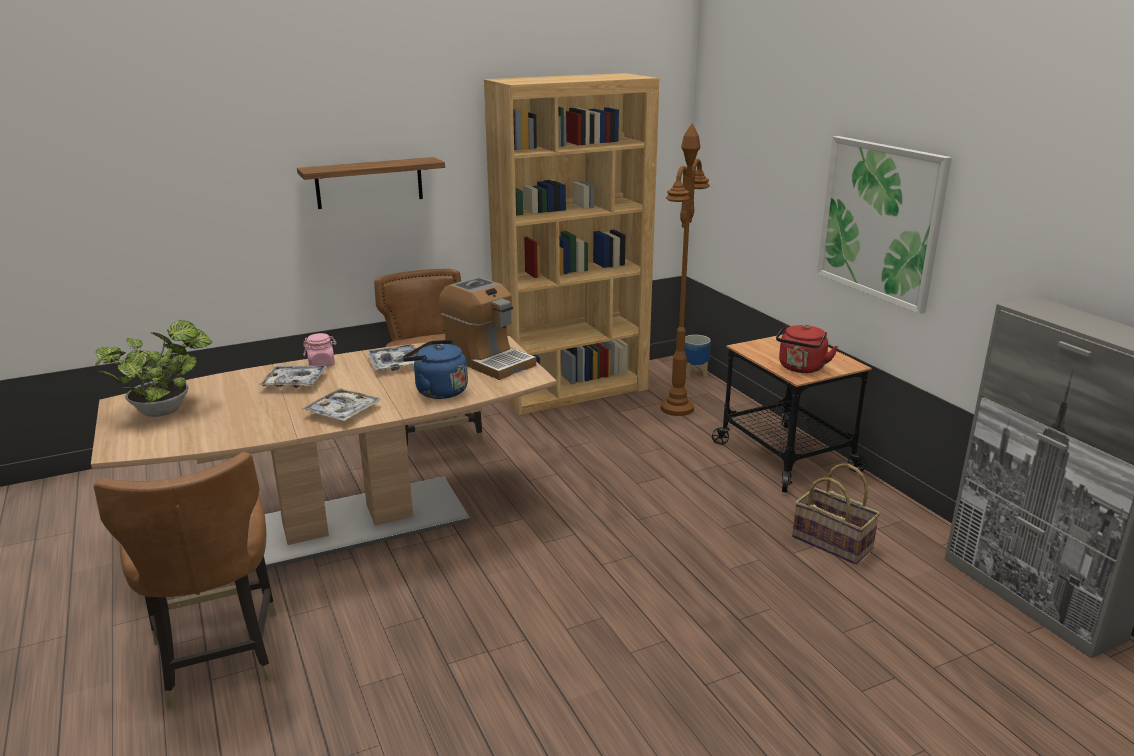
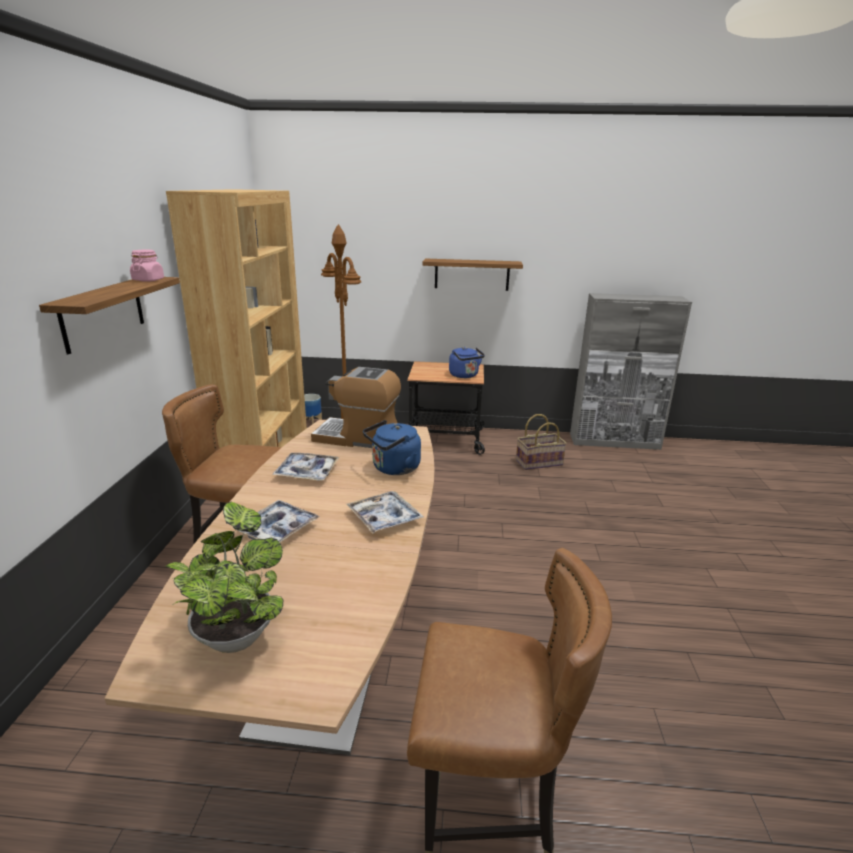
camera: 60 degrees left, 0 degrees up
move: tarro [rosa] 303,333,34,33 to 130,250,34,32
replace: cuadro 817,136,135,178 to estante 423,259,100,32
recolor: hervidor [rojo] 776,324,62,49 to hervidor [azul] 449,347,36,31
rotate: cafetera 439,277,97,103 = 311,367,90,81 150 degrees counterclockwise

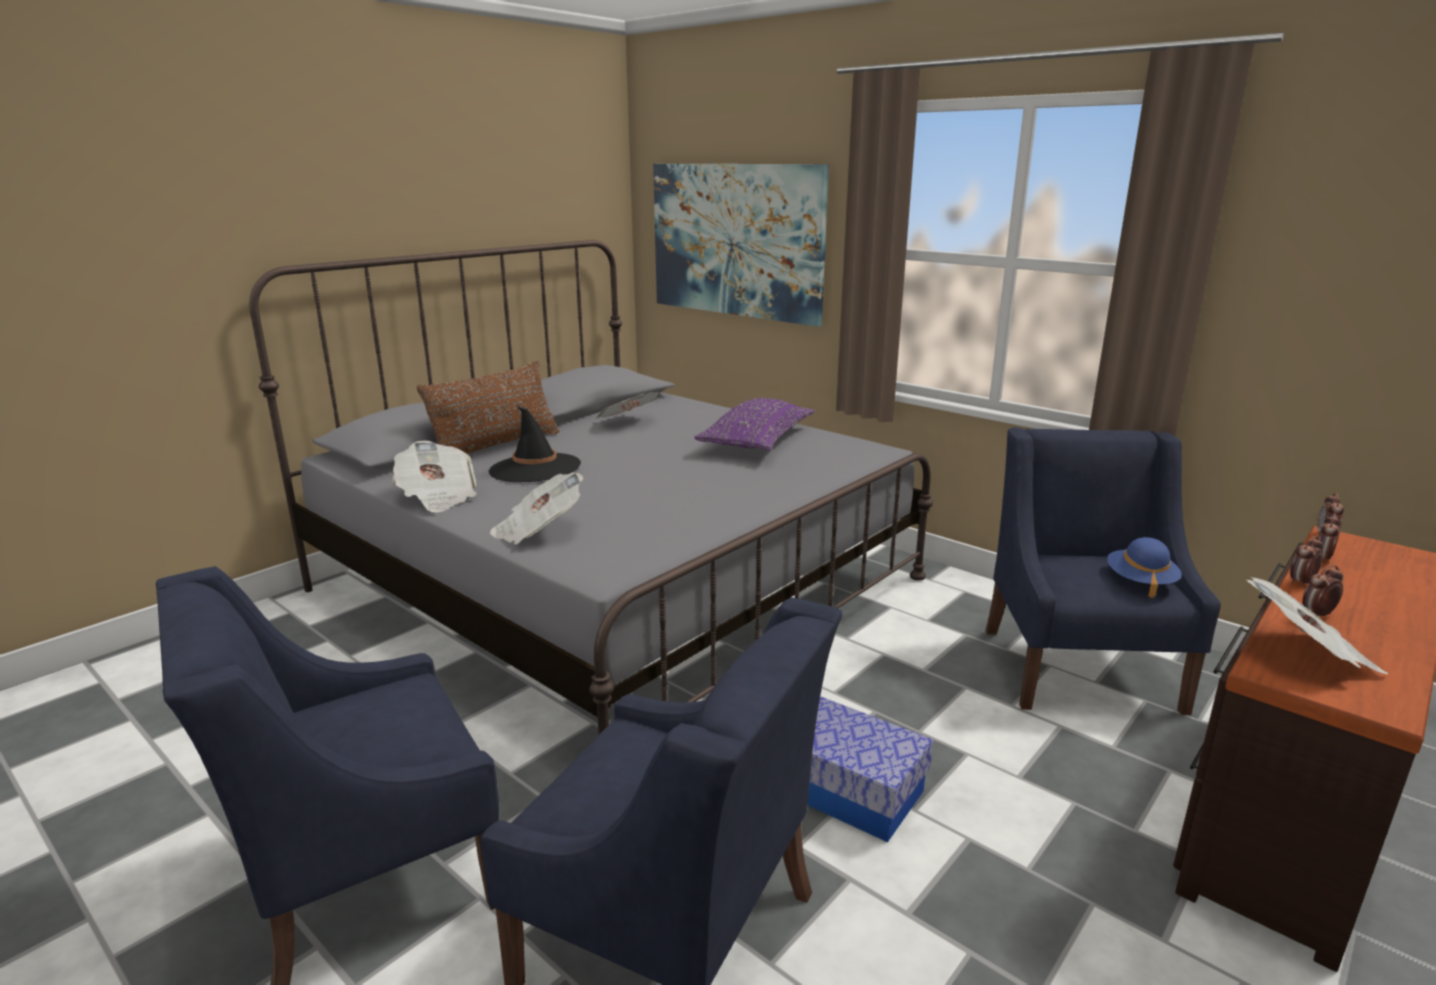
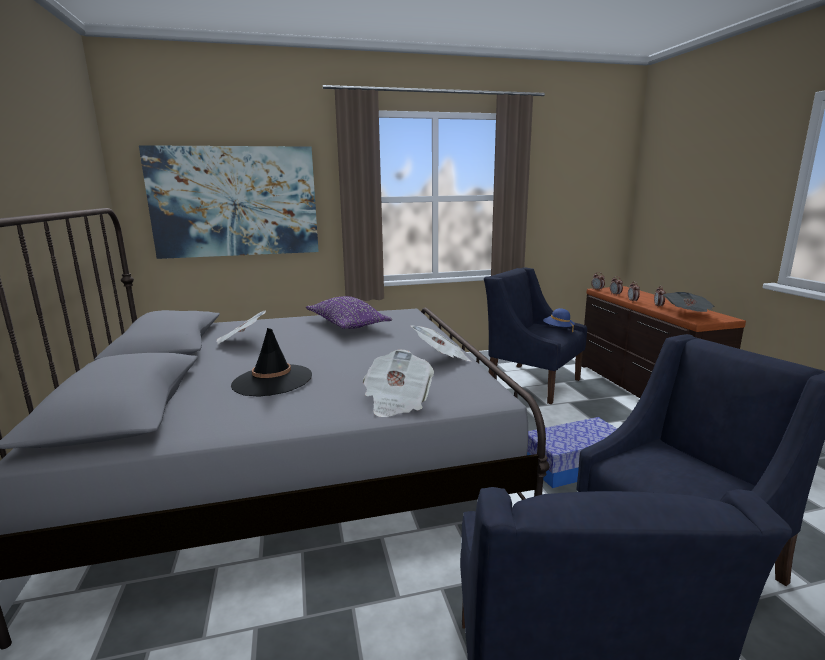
camera: 55 degrees left, 5 degrees down
delete: cojín [marrón] 417,360,143,94
move: periódico 392,441,85,72 to 411,325,59,36

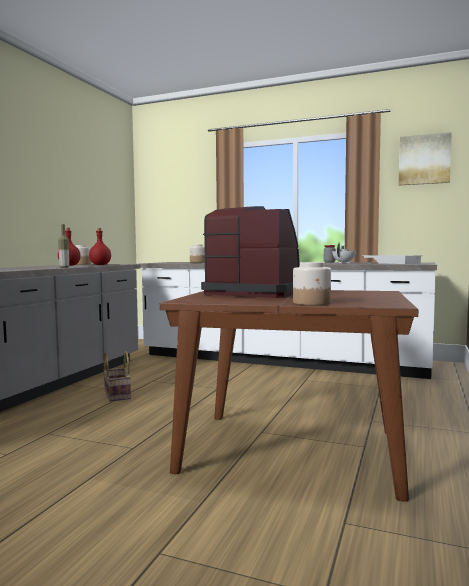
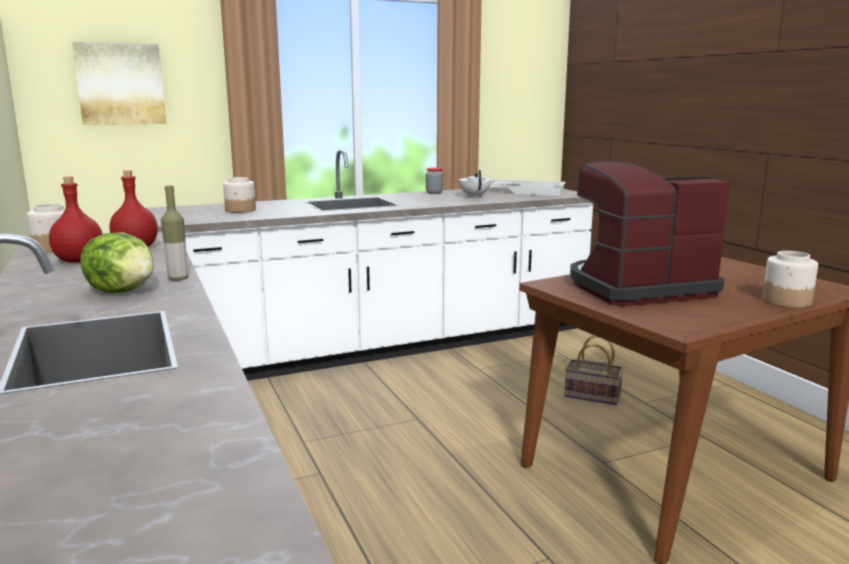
camera: 45 degrees left, 10 degrees up
insert: lechuga 81,232,73,61
move: cuadro 399,132,53,53 to 72,42,94,83; cesta 103,351,28,51 to 564,335,60,70

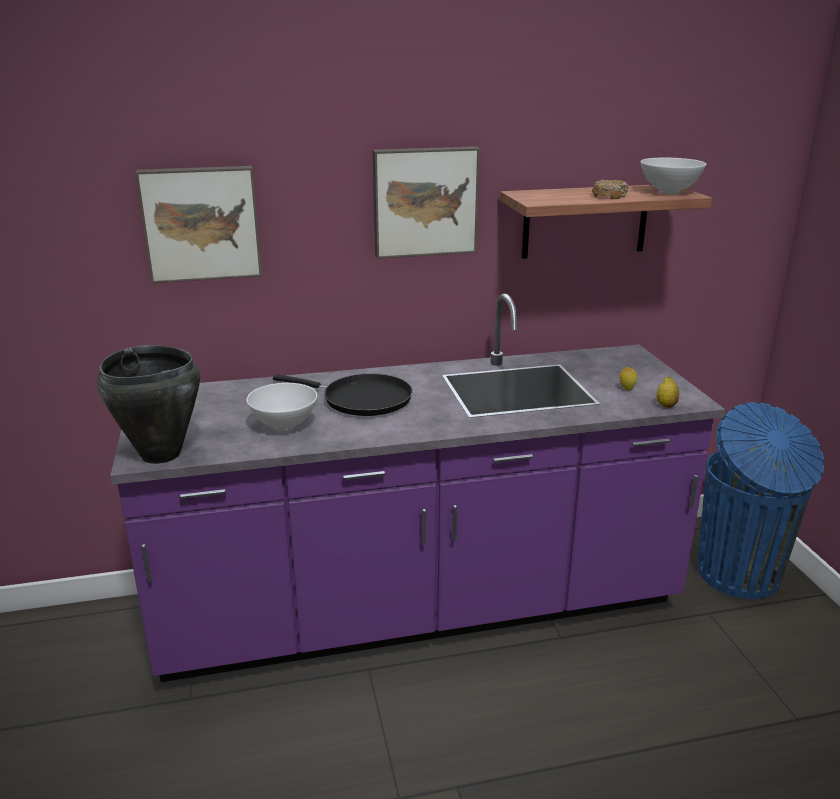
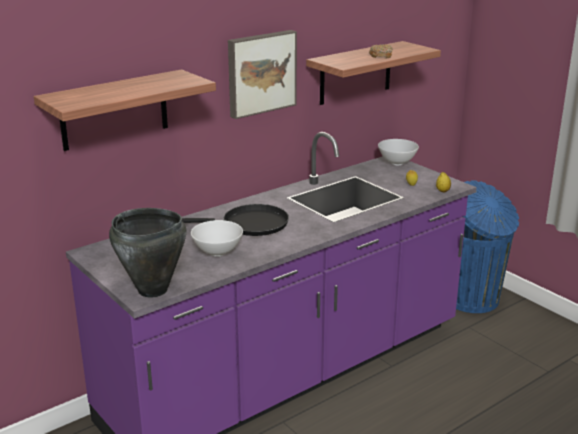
camera: 25 degrees left, 0 degrees up
move: cuenco [blanco] 640,158,66,36 to 378,139,41,26
replace: cuadro 135,166,127,117 to estante 34,69,182,82

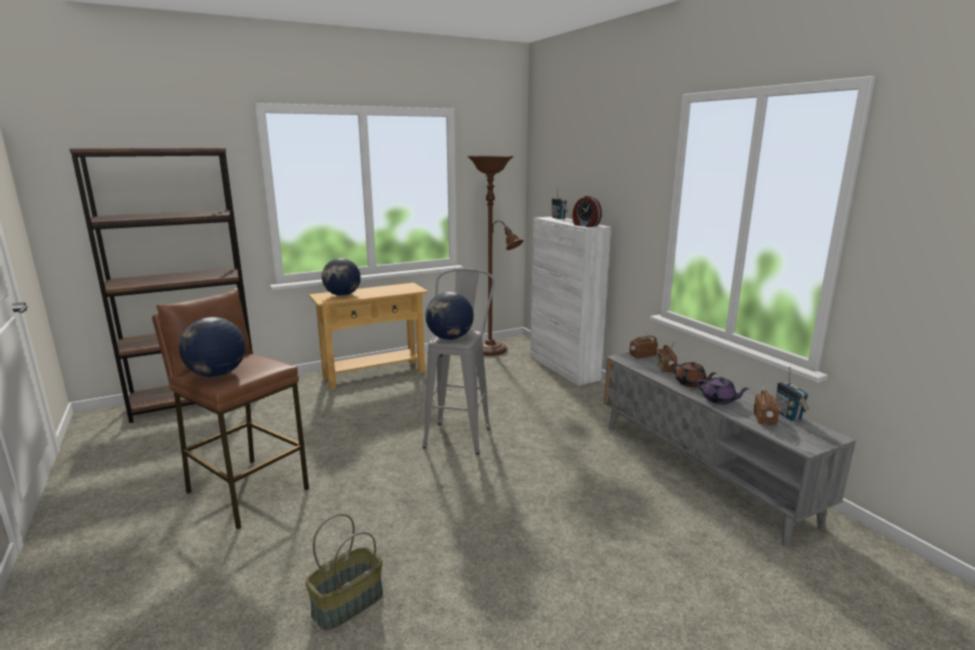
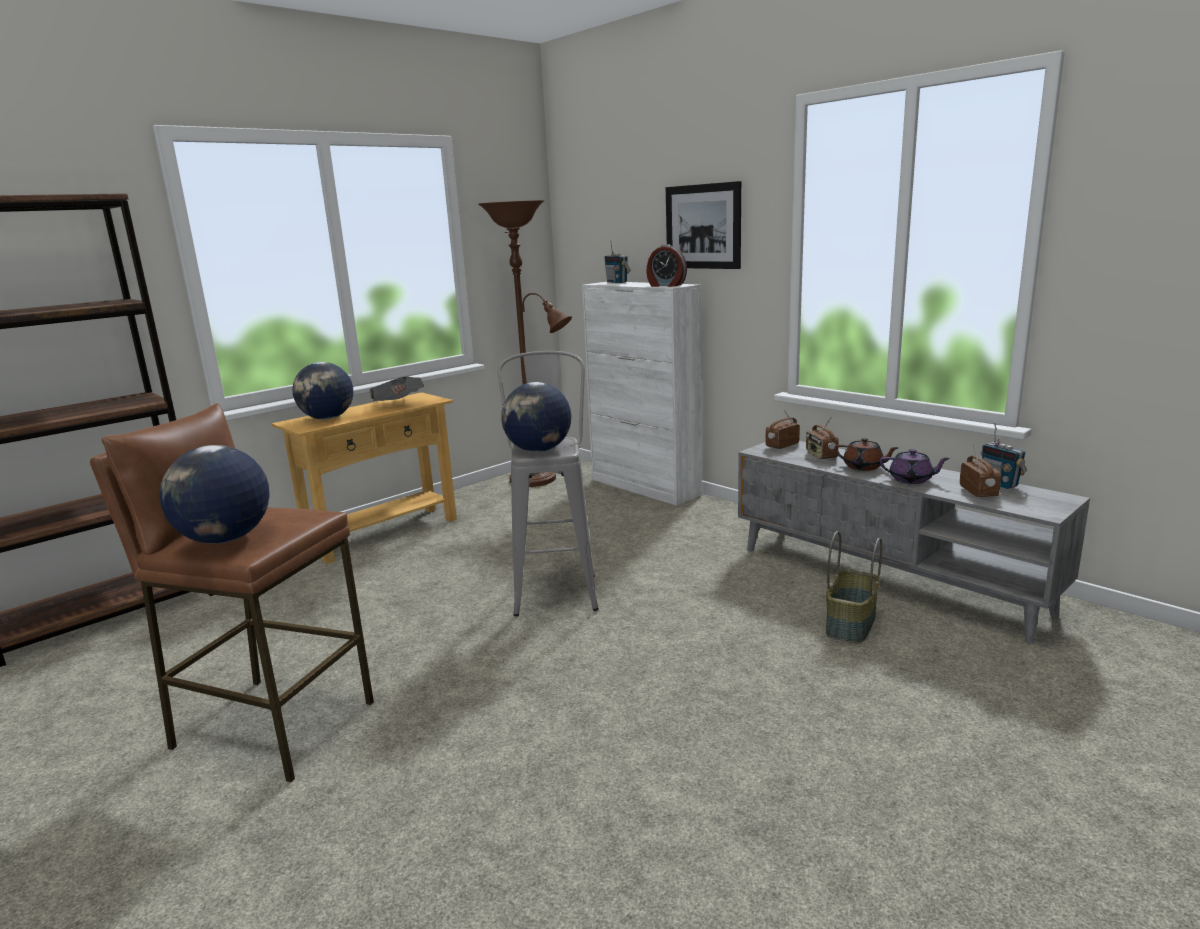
camera: 15 degrees left, 0 degrees up
insert: periódico 370,377,54,24; cuadro 666,181,75,88
move: cesta 305,514,78,117 to 826,531,56,112

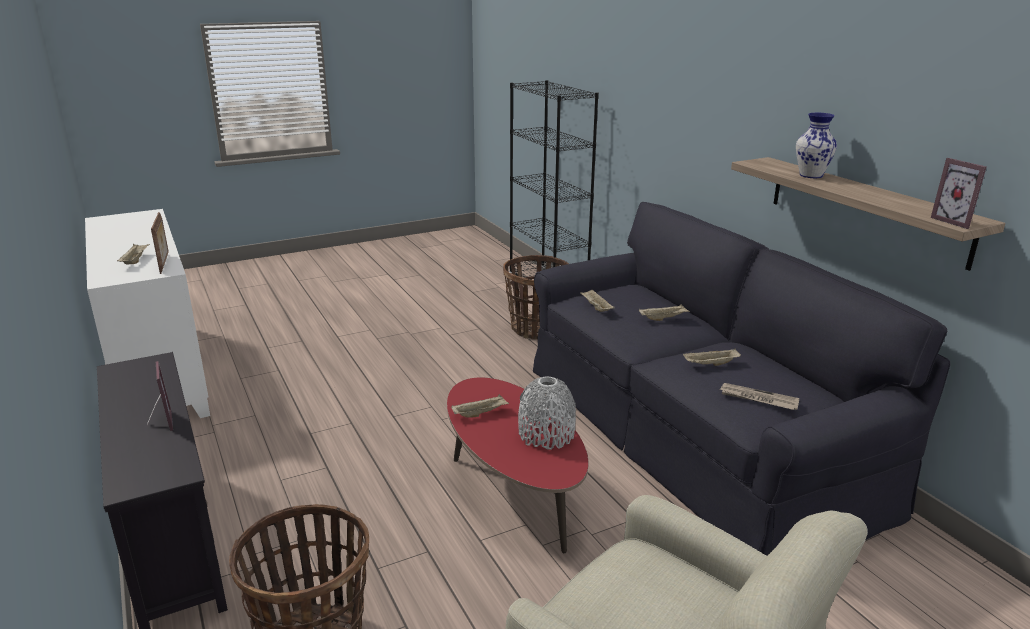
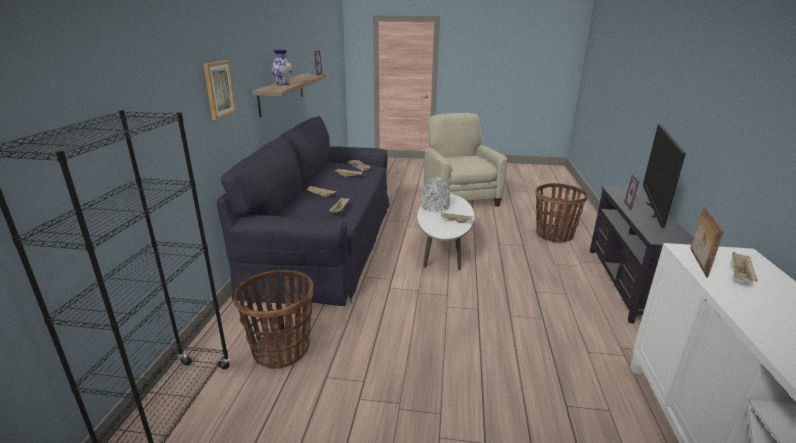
camera: 145 degrees left, 0 degrees up
insert: cuadro 203,60,33,60; televisor 643,124,43,104
recolor: mesa de centro [rojo] 447,377,141,176 to mesa de centro [blanco] 417,194,57,76

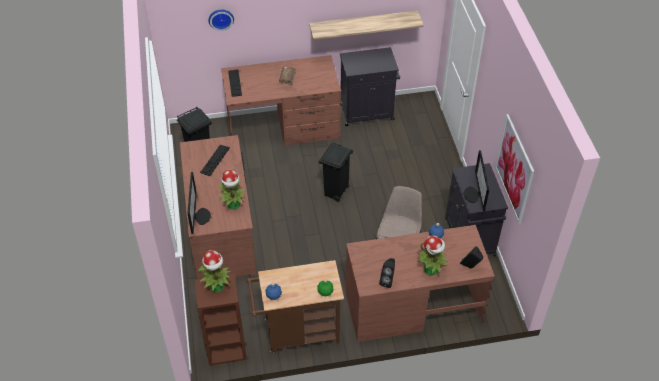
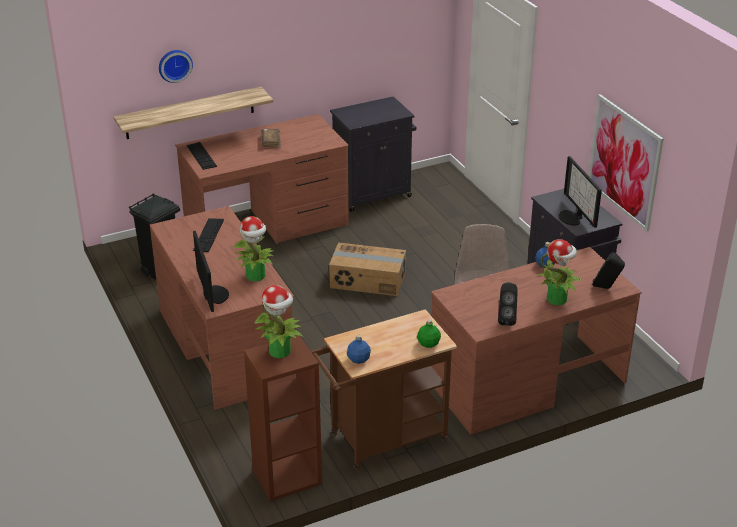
camera: 15 degrees left, 15 degrees down
move: estante 309,11,115,29 to 113,87,160,52
replace: papelera [negro] 319,143,34,59 to caja de cartón 329,243,77,53

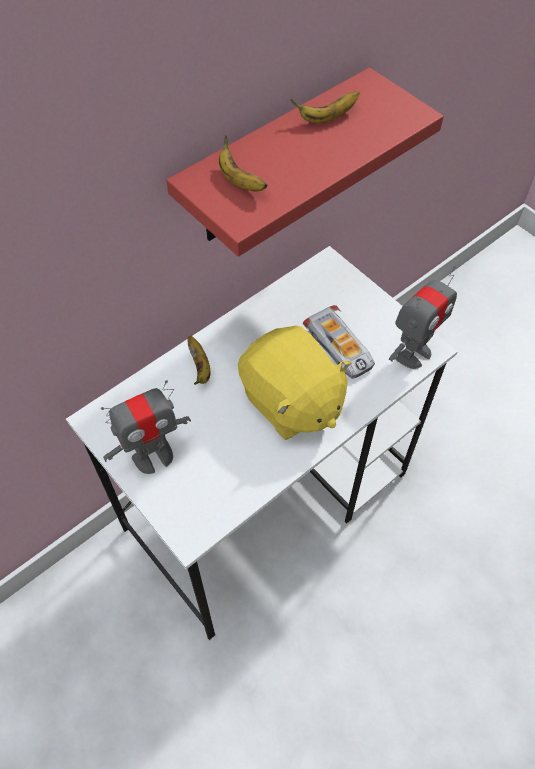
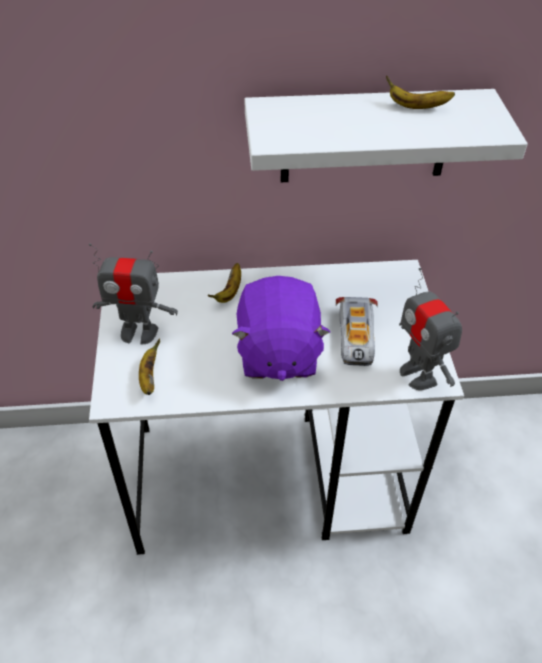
camera: 35 degrees right, 10 degrees down
move: plátano 219,135,49,56 to 139,338,21,57
recolor: peluche [amarillo] 238,325,114,115 to peluche [morado] 232,276,98,105; estante [rojo] 166,67,278,190 to estante [blanco] 244,89,284,93
rotate: robot de juguete 389,265,68,104 = 399,268,63,122 75 degrees clockwise

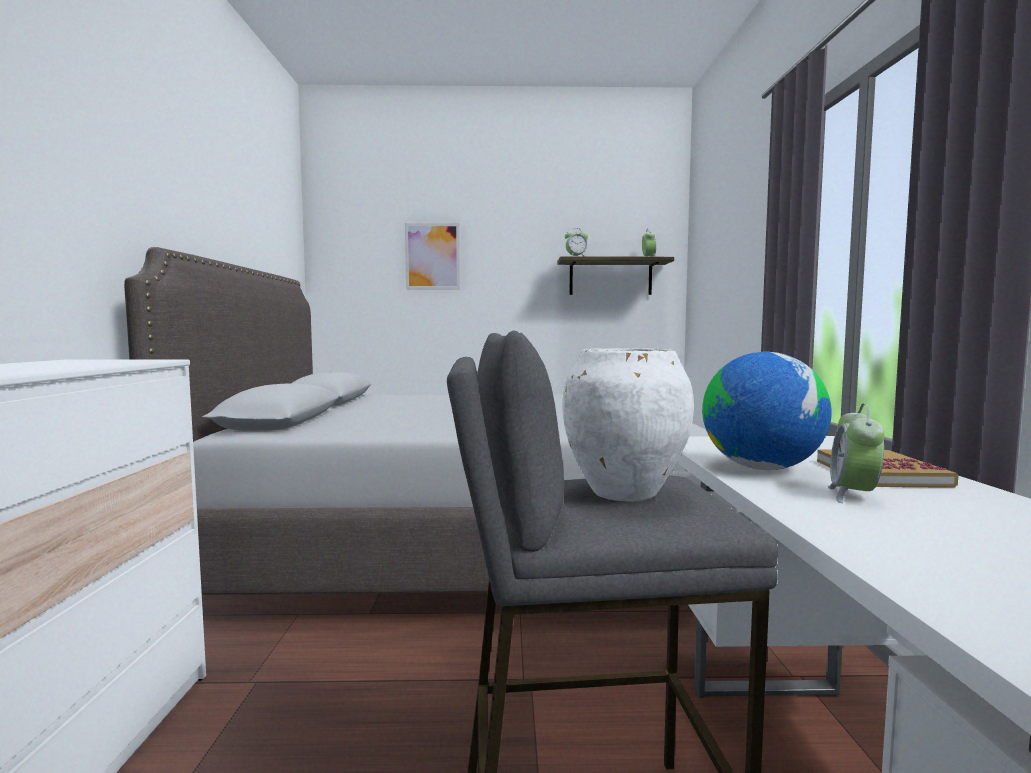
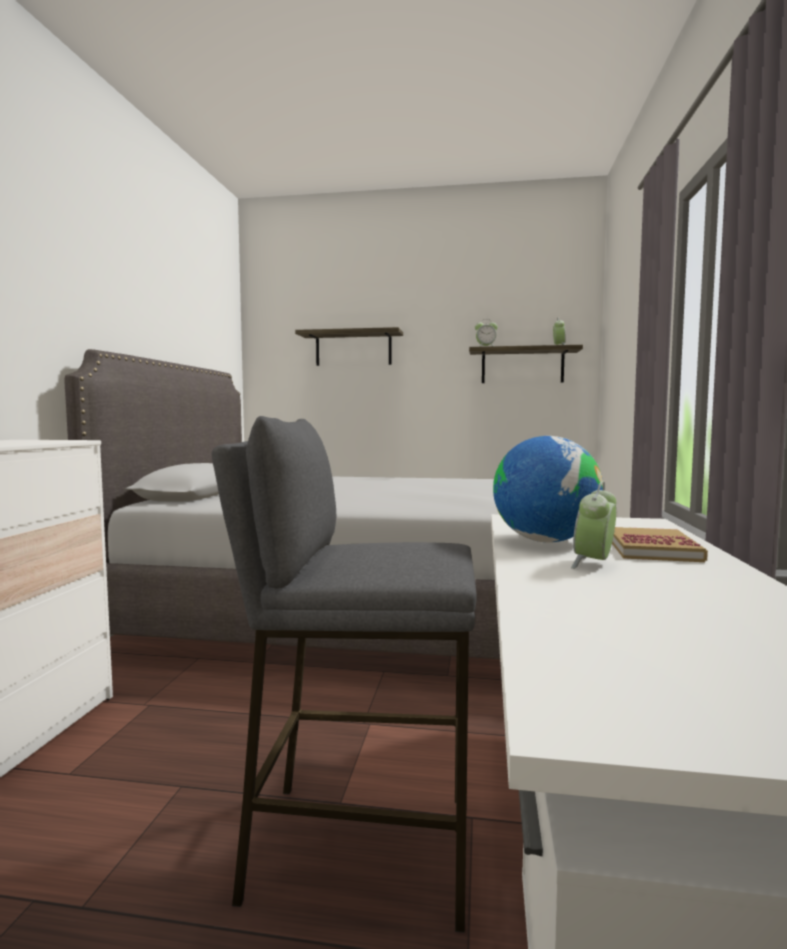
camera: 10 degrees right, 0 degrees up
delete: florero [blanco] 562,348,132,154
replace: cuadro 405,223,55,66 to estante 295,327,108,39

